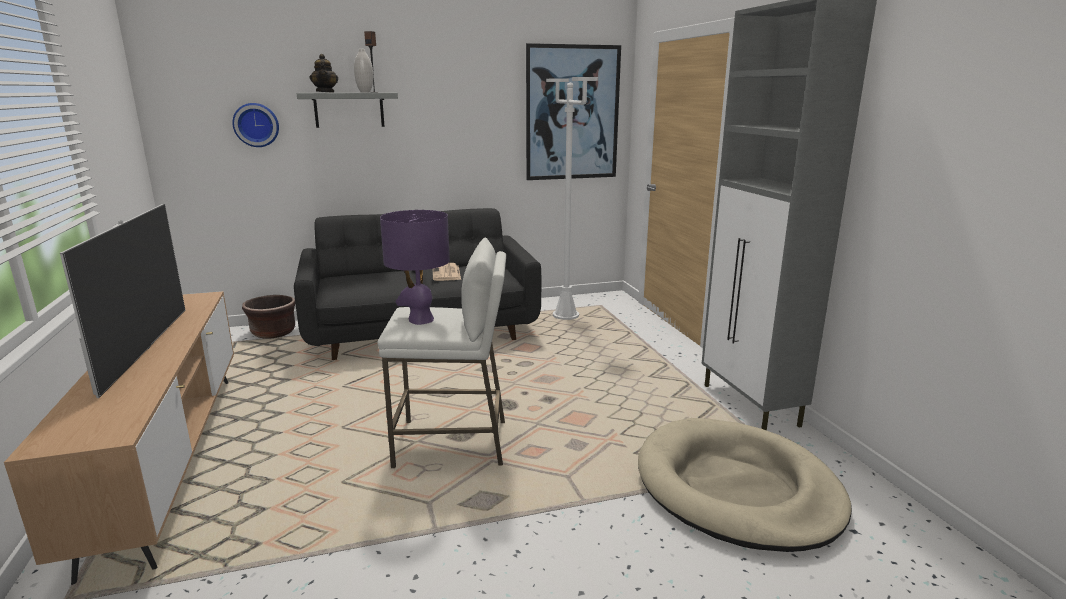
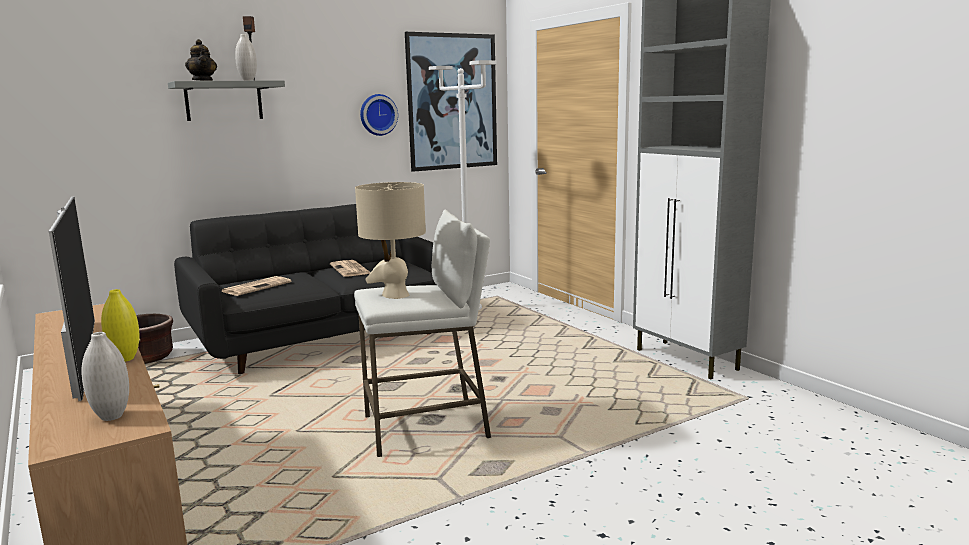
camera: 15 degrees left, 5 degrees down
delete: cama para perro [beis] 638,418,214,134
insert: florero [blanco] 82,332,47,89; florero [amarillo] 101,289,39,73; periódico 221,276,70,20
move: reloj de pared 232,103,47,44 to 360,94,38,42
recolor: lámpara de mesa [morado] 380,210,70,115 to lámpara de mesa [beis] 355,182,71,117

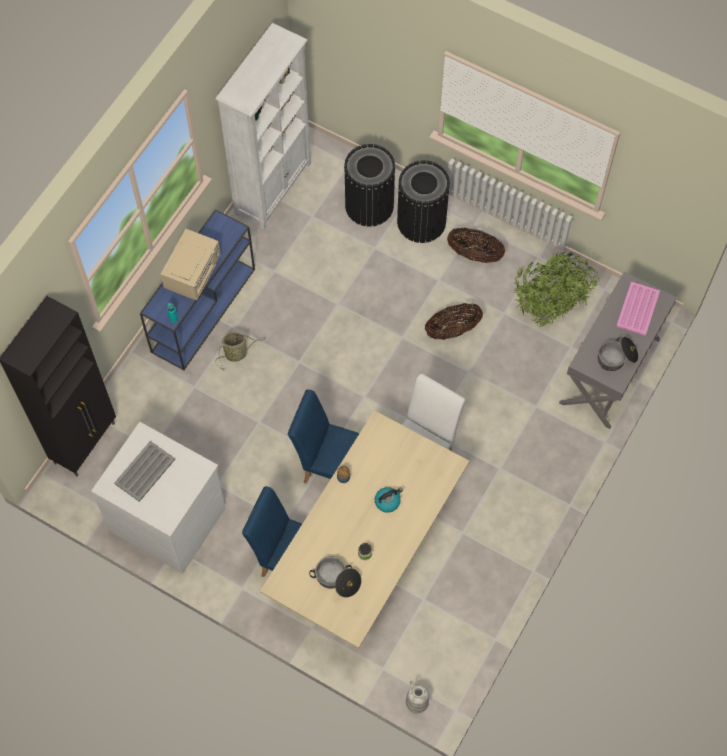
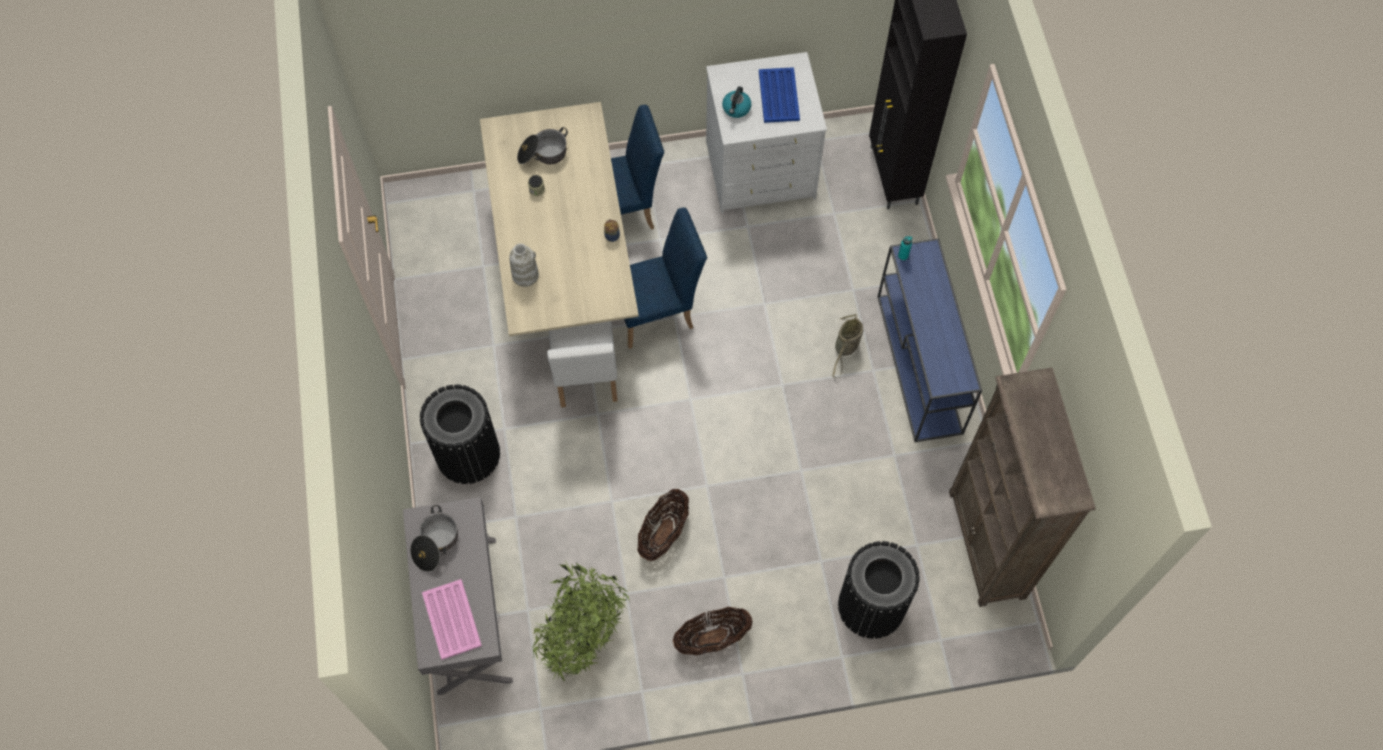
camera: 140 degrees right, 0 degrees up
delete: microondas [beis] 161,229,60,71
move: papelera [negro] 397,160,53,83 to 420,384,80,100; florero [blanco] 406,681,23,33 to 509,243,30,44; hervidor 375,487,28,26 to 722,86,29,32
recolor: bandeja [gris] 114,441,61,61 to bandeja [azul] 759,67,41,56; estantería [blanco] 216,23,95,206 to estantería [marrón] 949,368,146,239

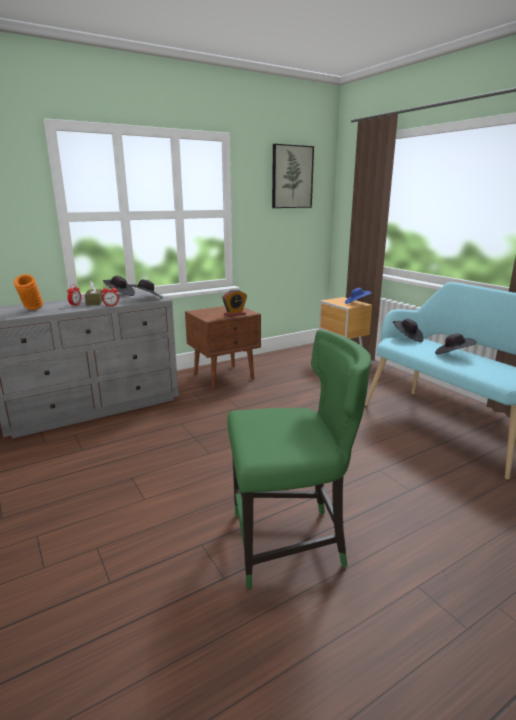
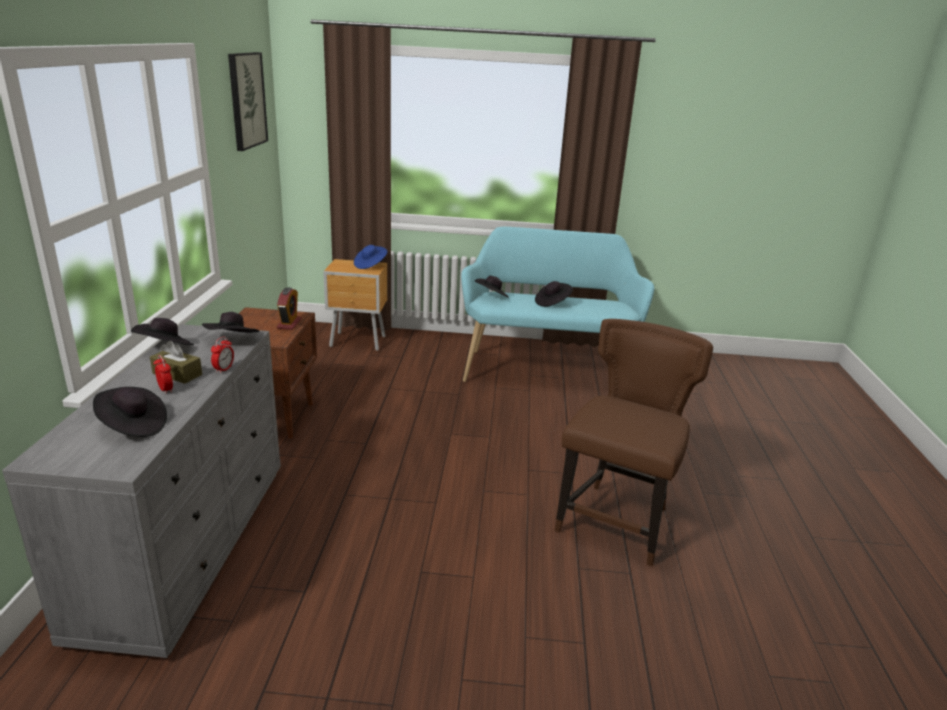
camera: 55 degrees left, 5 degrees up
replace: florero [naranja] 14,274,29,36 to sombrero [negro] 93,387,74,50
recolor: silla [verde] 227,330,144,259 to silla [marrón] 554,319,159,248

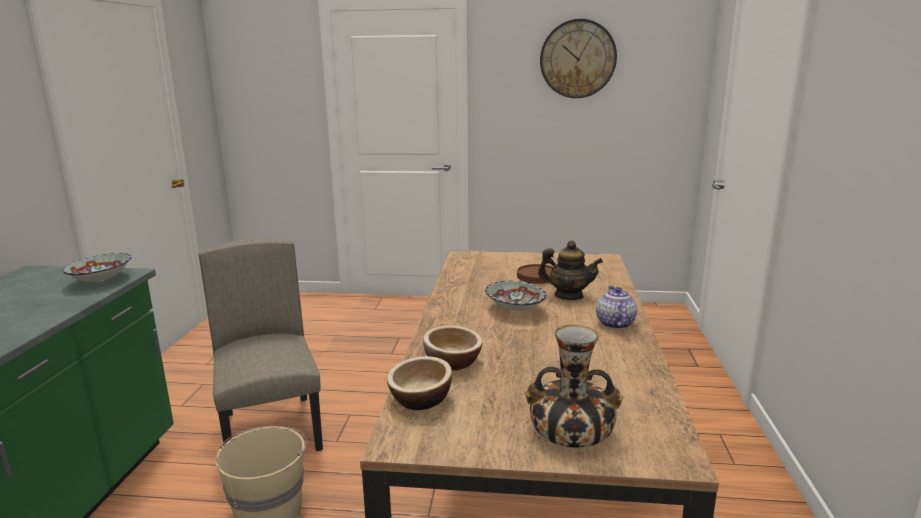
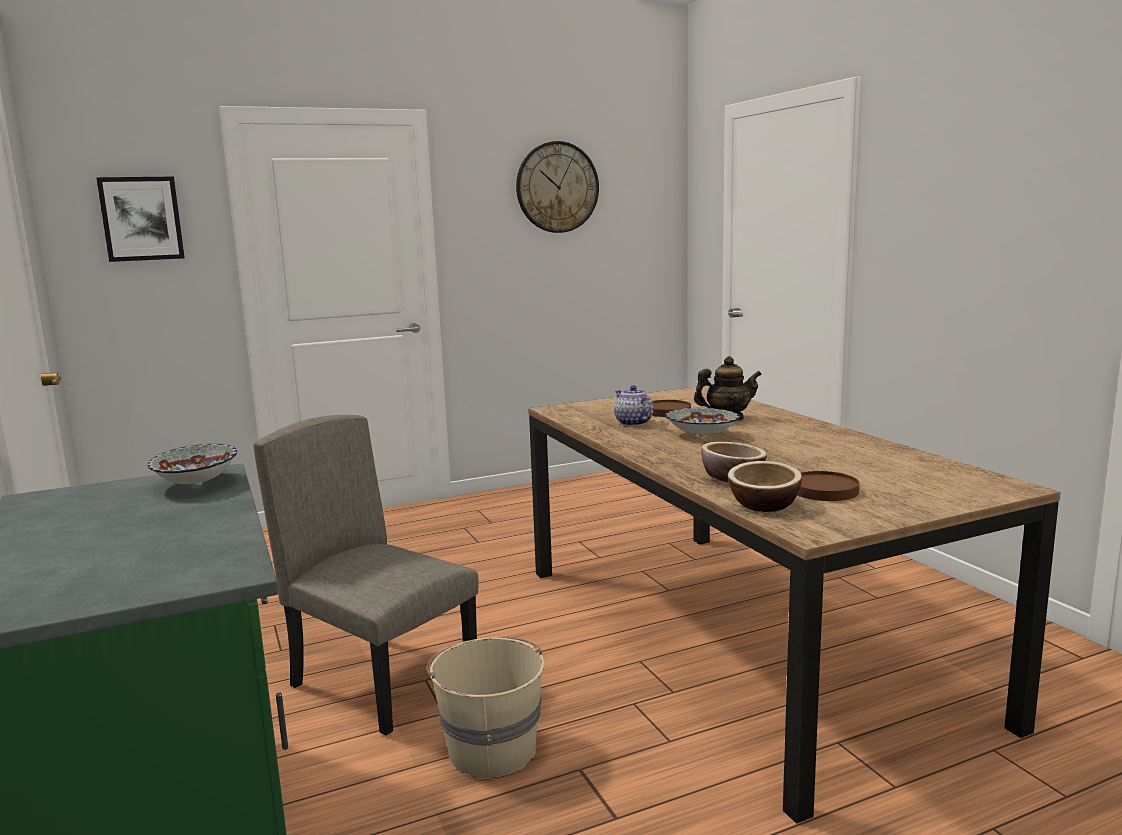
camera: 30 degrees left, 5 degrees down
delete: florero 525,325,98,123
insert: cuadro 96,176,89,86; plato [marrón] 797,471,63,30
move: tetera 596,286,41,43 to 614,385,39,41

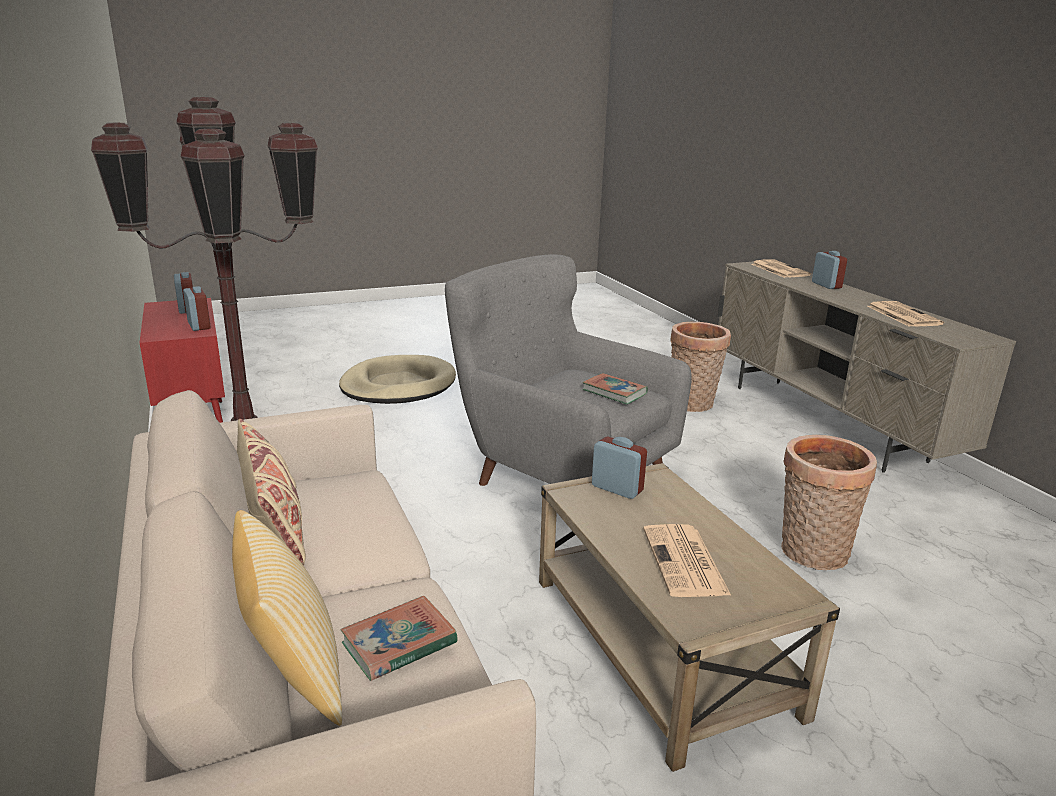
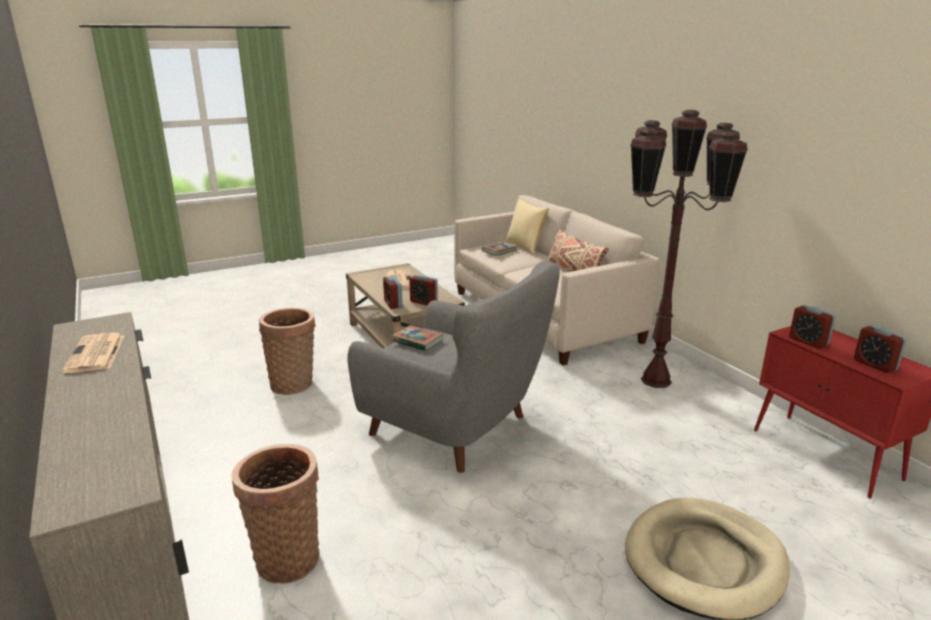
camera: 175 degrees right, 0 degrees up
delete: periódico 751,259,60,19
move: despertador 812,251,35,38 to 383,276,20,33

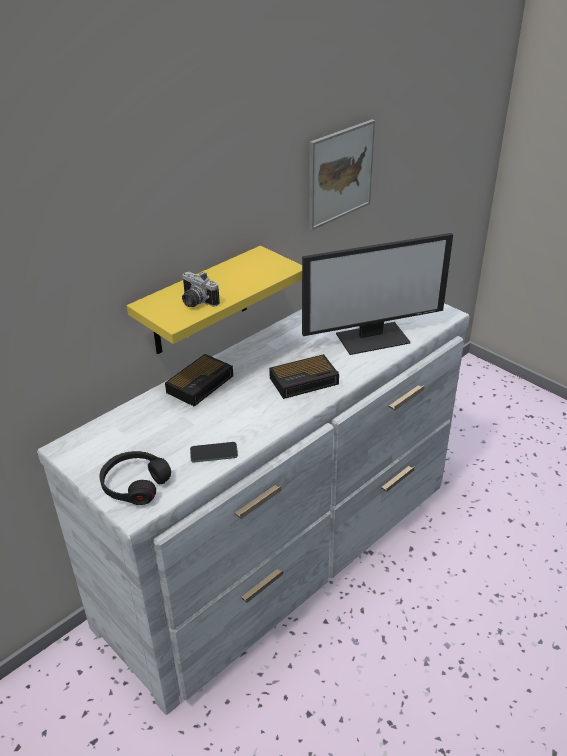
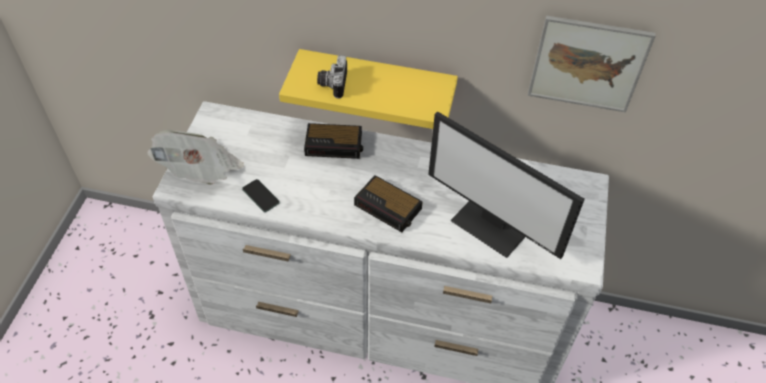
camera: 55 degrees right, 15 degrees up
replace: auriculares [negro] 99,451,72,54 to periódico 147,129,97,56

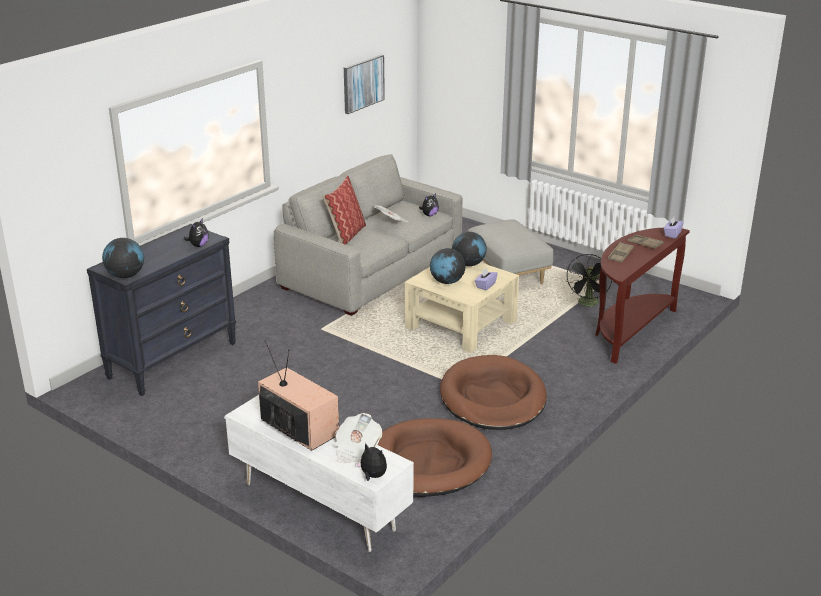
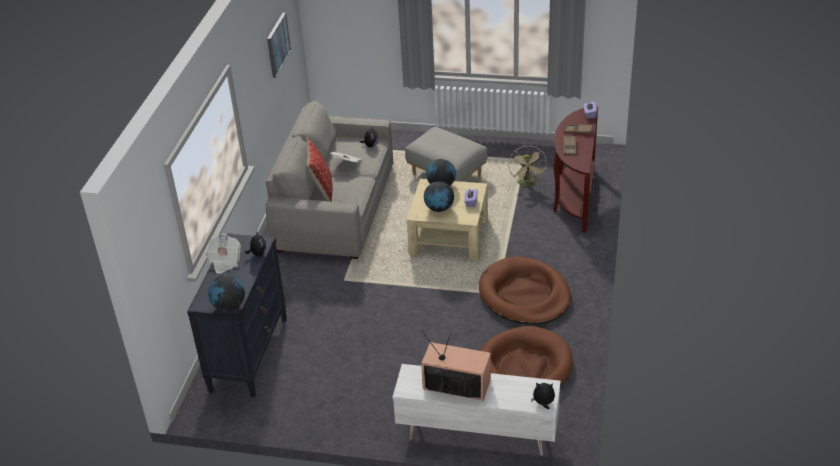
camera: 25 degrees left, 10 degrees up
move: periódico 335,413,47,50 to 206,234,35,40
recolor: ventilador [negro] 566,254,46,52 to ventilador [beis] 508,146,39,41

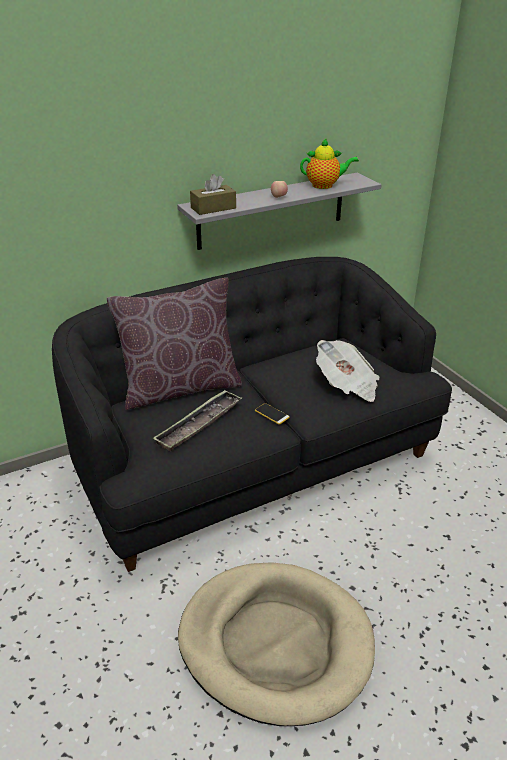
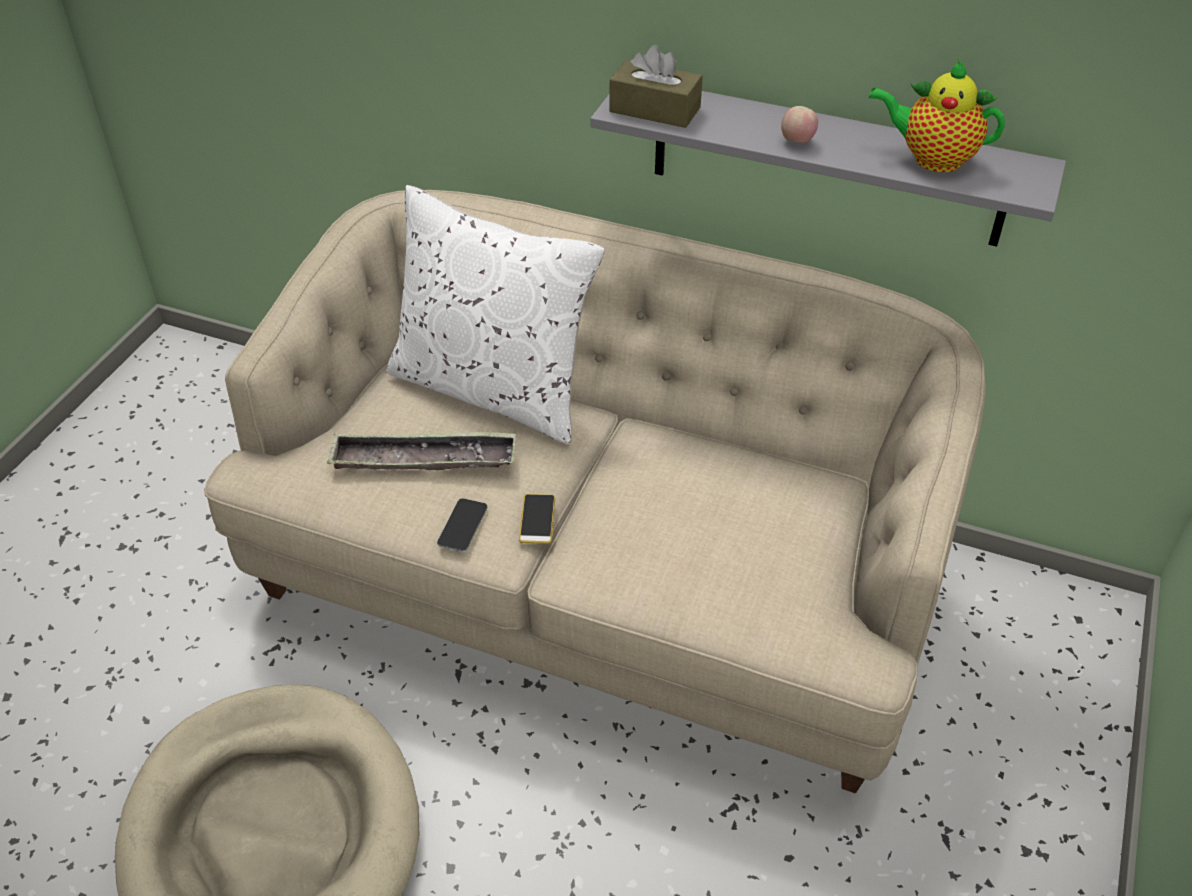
camera: 50 degrees right, 10 degrees up
delete: periódico 316,340,63,62
insert: móvil 437,498,50,54
recolor: sofá [negro] 52,257,400,315 to sofá [beis] 204,190,782,604; cojín [marrón] 107,278,135,132 to cojín [blanco] 386,185,219,259
rotate: tetera 300,138,59,51 = 868,59,137,113 150 degrees clockwise

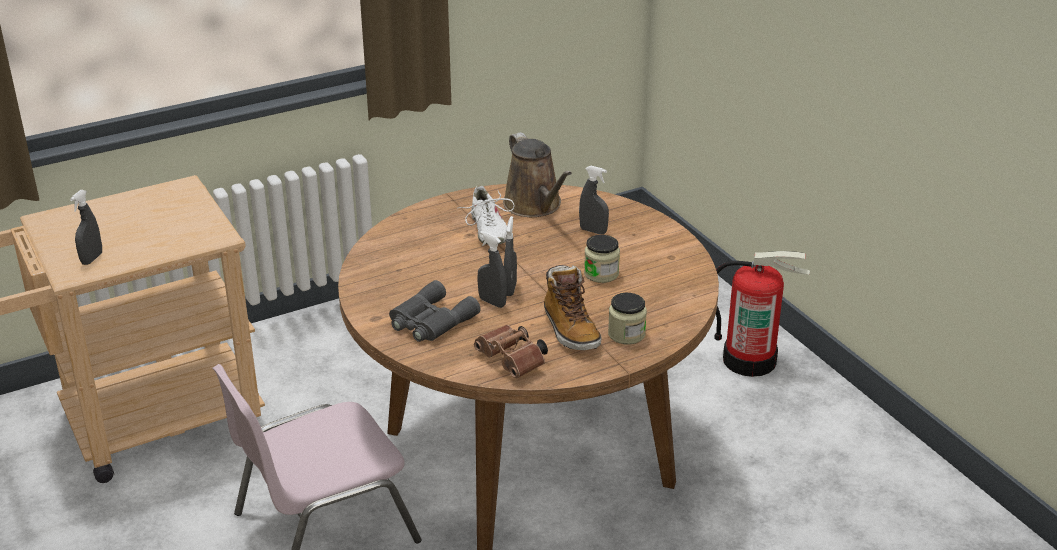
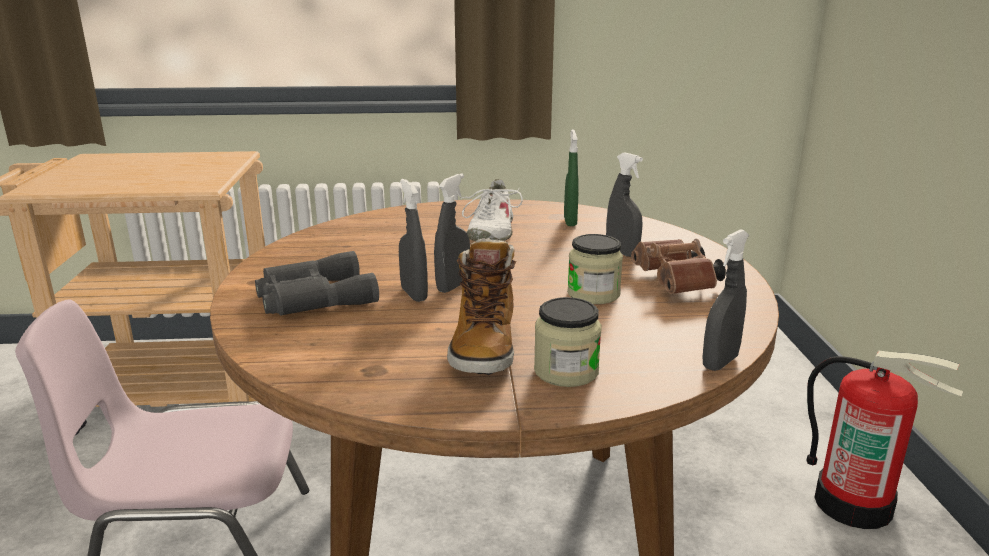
camera: 25 degrees right, 10 degrees down
move: prismáticos [marrón] 474,325,74,53 to 631,239,95,55; pulverizador [gris] 70,190,32,75 to 702,229,47,142
replace: regadera [marrón] 503,132,69,85 to pulverizador [verde] 564,130,15,96

